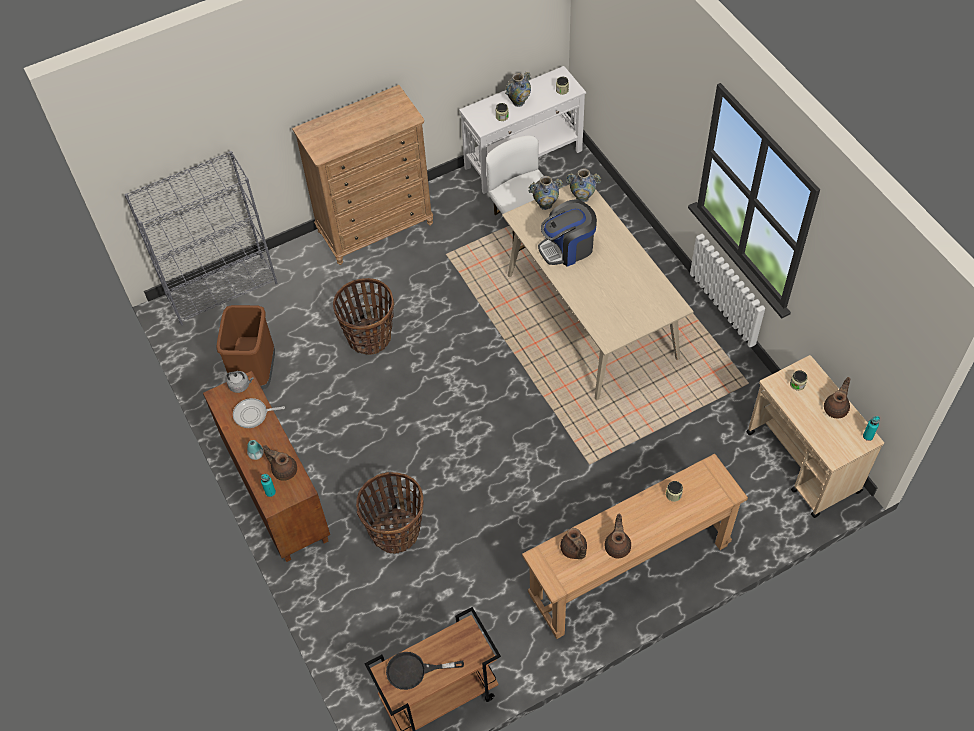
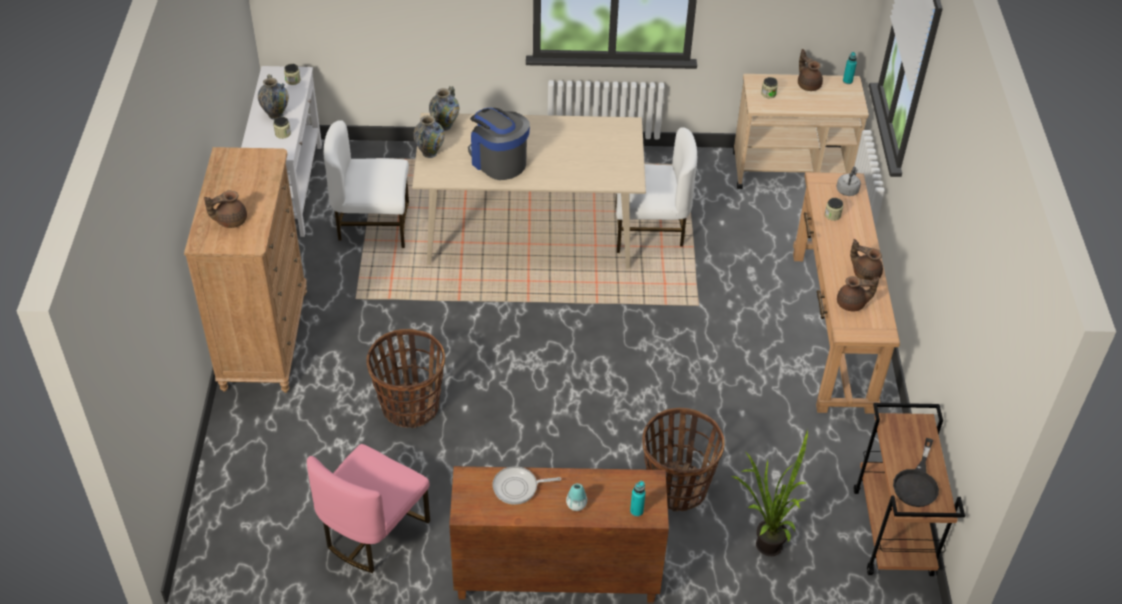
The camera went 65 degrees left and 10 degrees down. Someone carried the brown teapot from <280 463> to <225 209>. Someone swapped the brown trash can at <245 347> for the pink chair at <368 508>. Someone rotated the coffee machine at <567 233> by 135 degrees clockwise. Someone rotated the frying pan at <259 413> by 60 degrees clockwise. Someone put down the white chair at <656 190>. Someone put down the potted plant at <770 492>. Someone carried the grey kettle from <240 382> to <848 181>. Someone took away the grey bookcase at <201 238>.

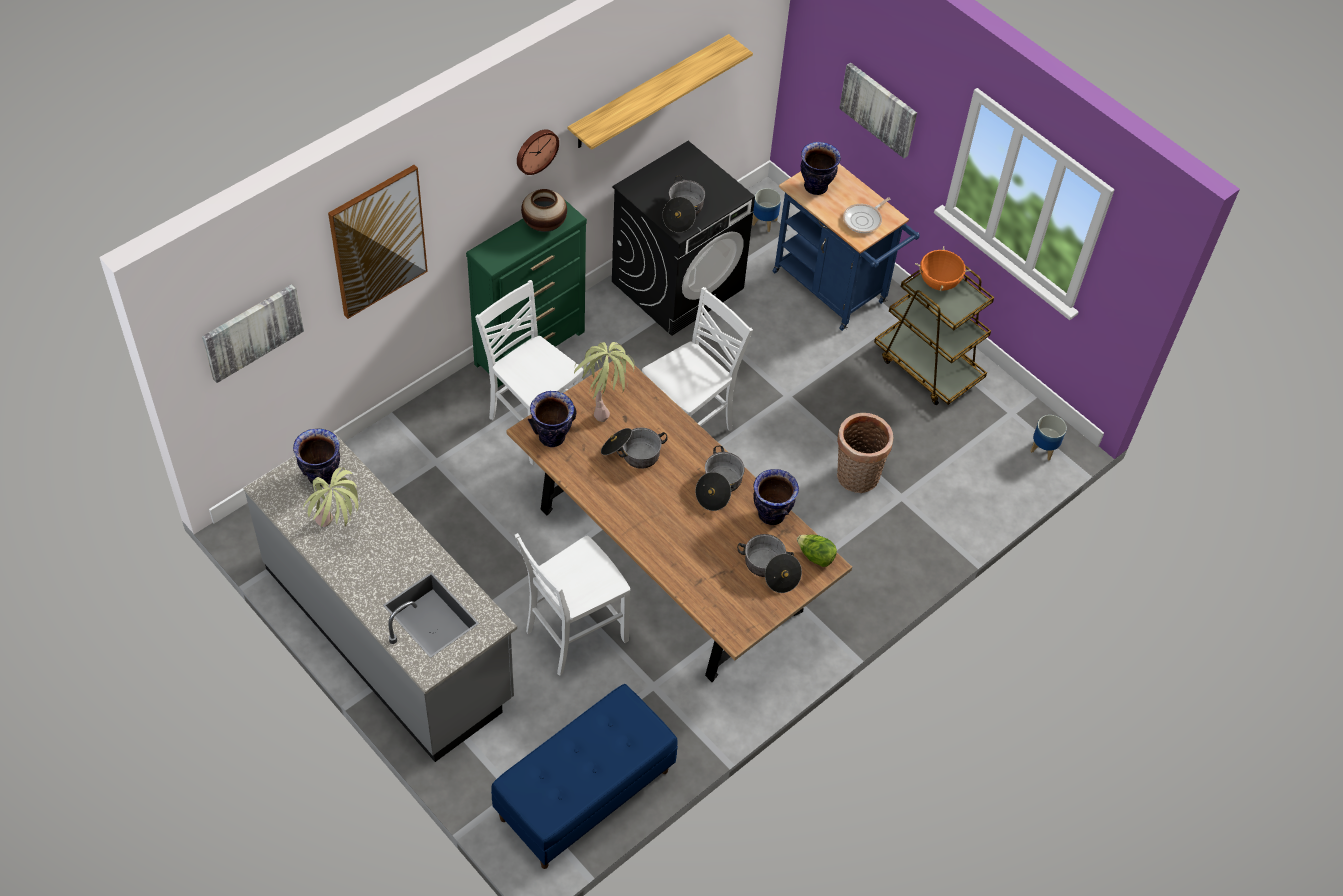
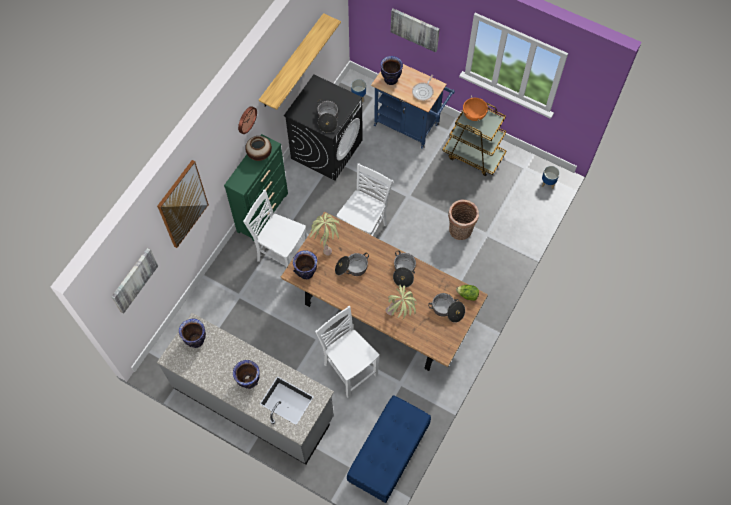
The camera went 15 degrees left and 10 degrees up. Someone carried the vase from <776 497> to <246 374>. Someone rotated the white chair at <572 604> by 105 degrees clockwise. Someone carried the potted plant from <332 497> to <401 302>.

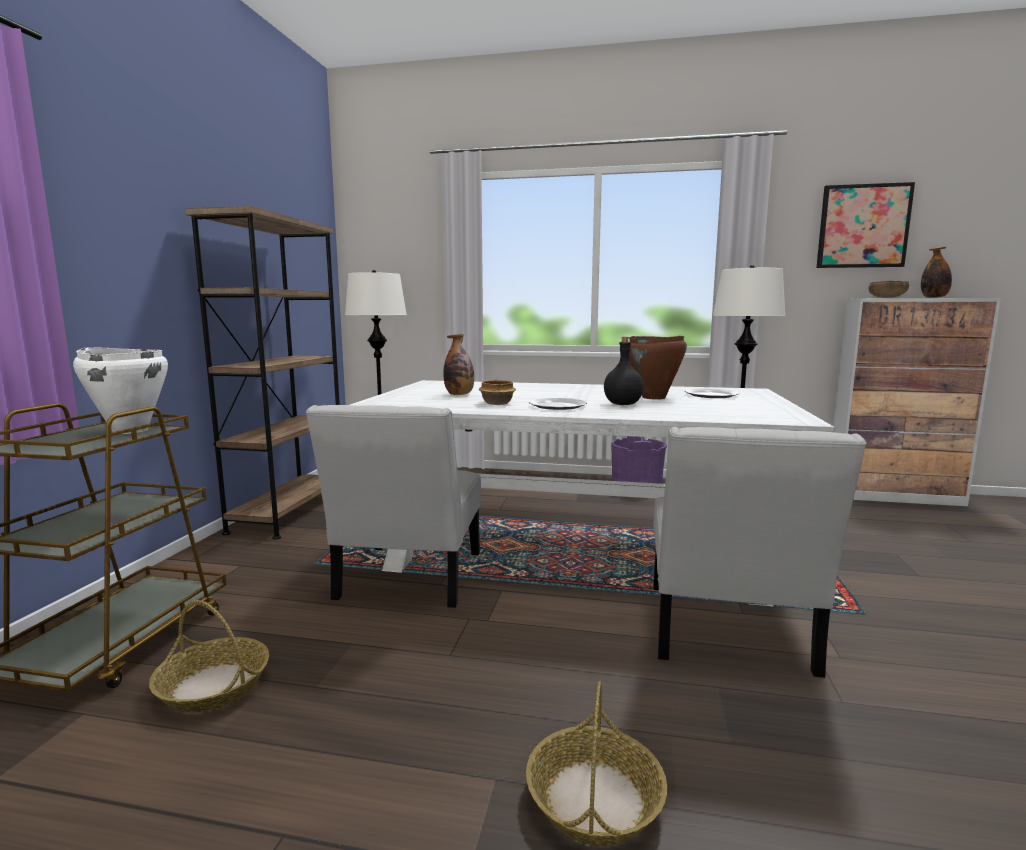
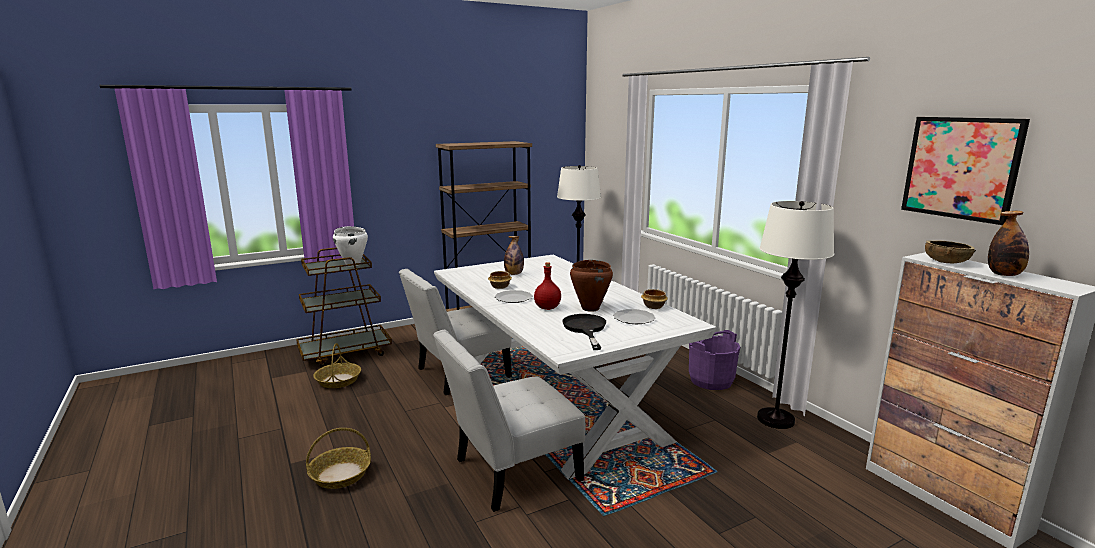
The camera went 50 degrees right and 5 degrees up. Someone repainted the black bottle at <624 371>, which became the red bottle at <547 286>. Someone put down the black frying pan at <584 332>. Someone put down the bowl at <654 299>.

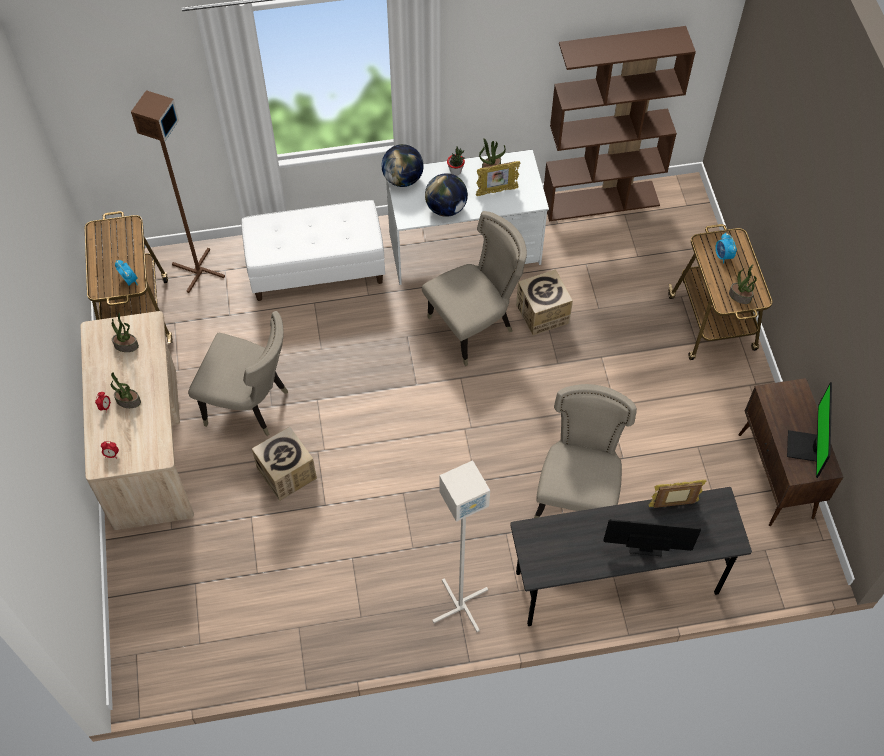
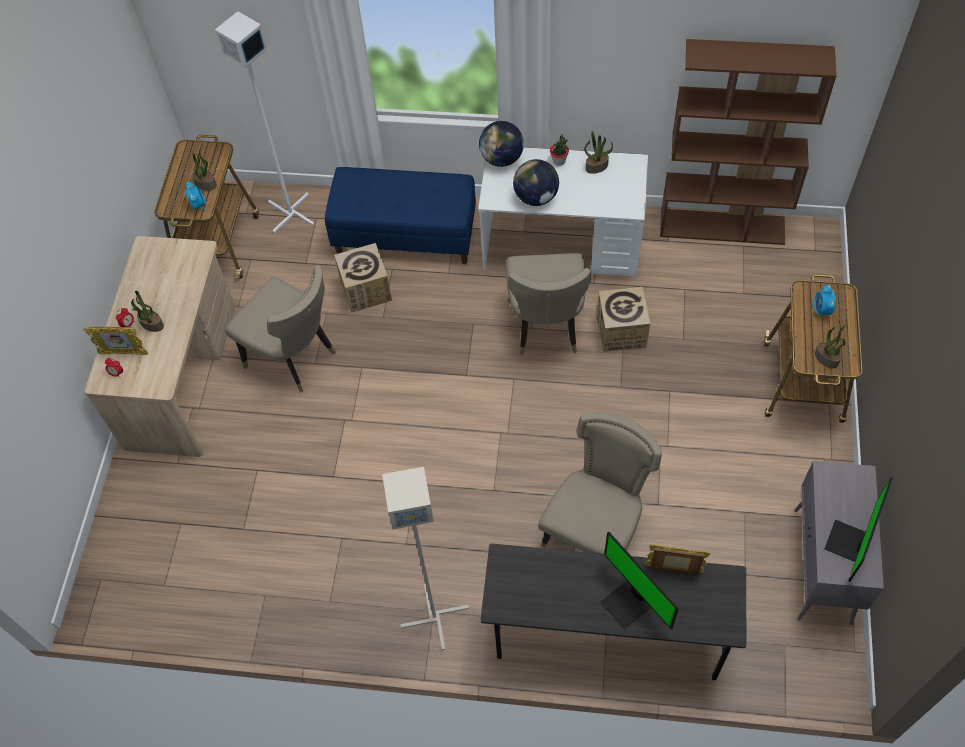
The camera went 20 degrees right and 0 degrees up. Someone carried the picture frame from <498 178> to <116 341>. Someone carried the potted plant from <125 332> to <204 169>. Someone repainted the brown floor lamp at <178 191>, which became the white floor lamp at <264 122>. Someone repainted the white bench at <313 250>, which became the blue bench at <400 215>. Someone carried the cardboard box from <284 463> to <363 278>. Someone rotated the beige chair at <474 288> by 105 degrees clockwise. Someone rotated the monitor at <652 537> by 150 degrees counterclockwise. Someone repainted the brown cabinet at <790 452>, which became the grey cabinet at <839 543>.

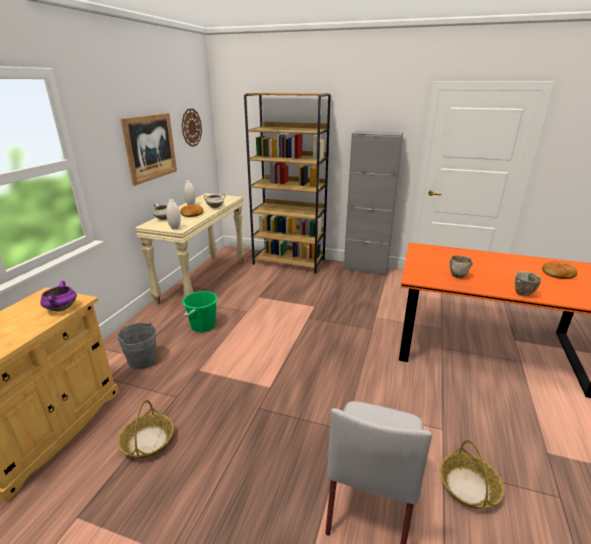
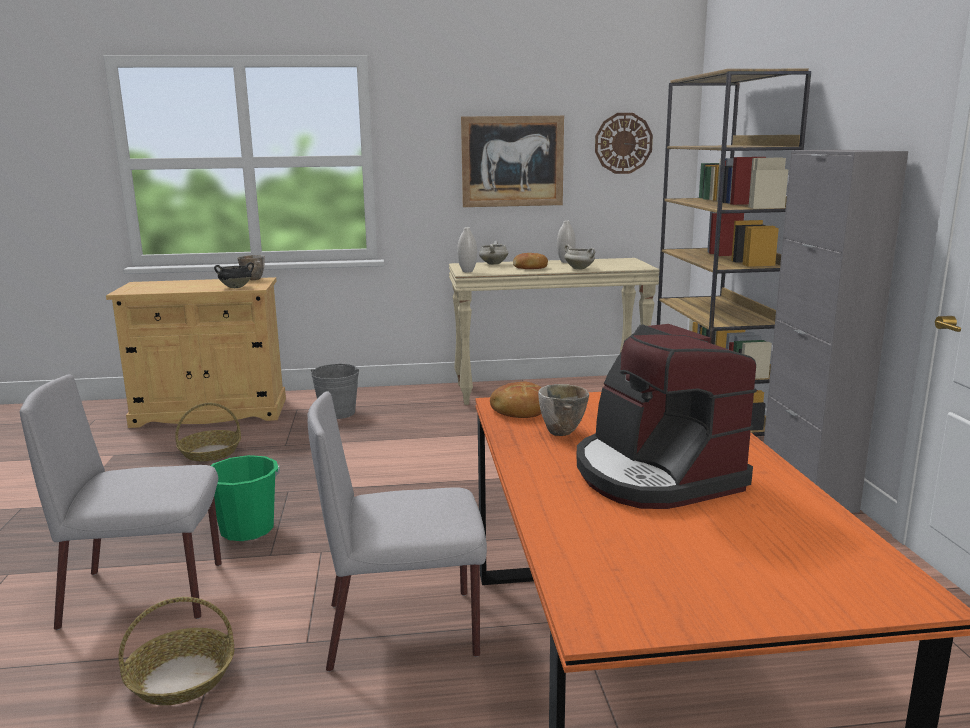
The camera went 65 degrees right and 10 degrees down. Someone carried the green bucket from <200 311> to <245 498>. Someone repainted the purple cooking pot at <58 296>, which became the black cooking pot at <234 275>. Someone carried the bowl from <528 283> to <251 267>. Someone put down the grey chair at <397 531>. Someone carried the bread from <559 270> to <515 399>. Someone put down the coffee machine at <667 416>.

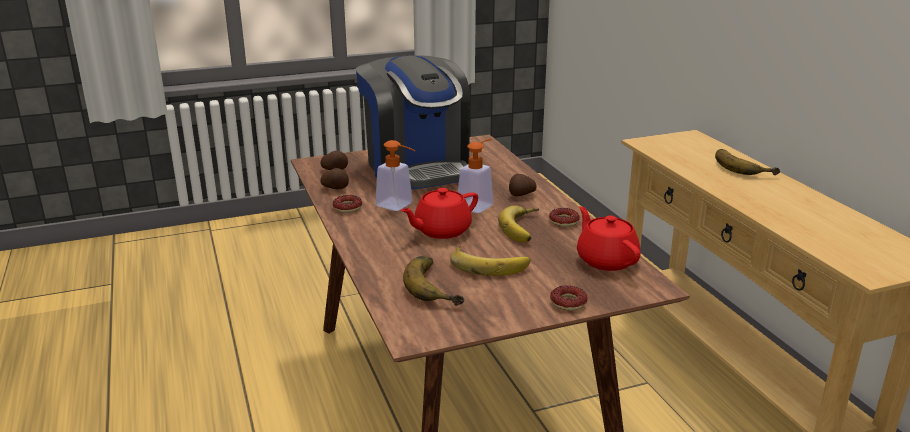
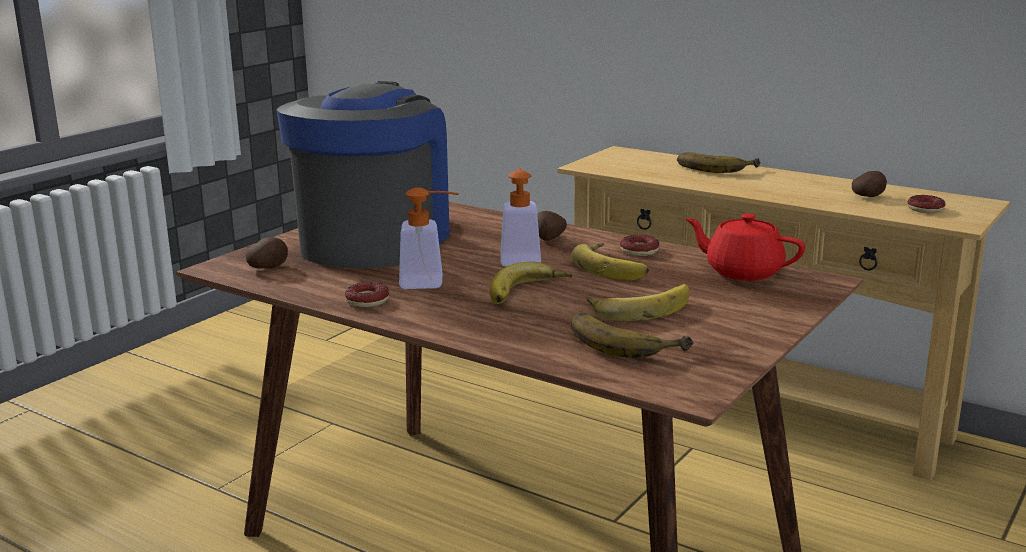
The camera went 35 degrees left and 5 degrees down. Someone rotated the coffee machine at <413 122> by 105 degrees counterclockwise. Someone swapped the red teapot at <439 213> for the banana at <530 283>. Someone carried the potato from <334 178> to <869 184>. Someone carried the donut from <569 298> to <926 204>.

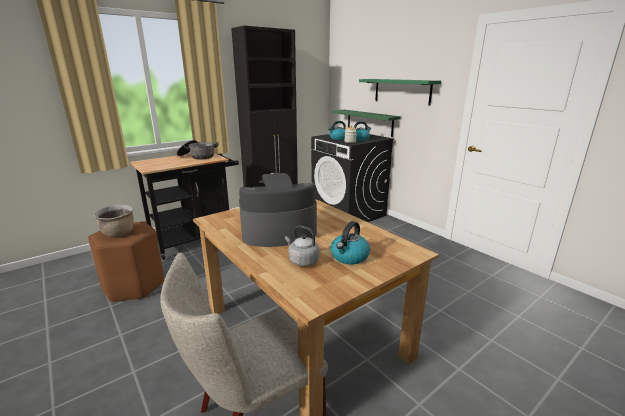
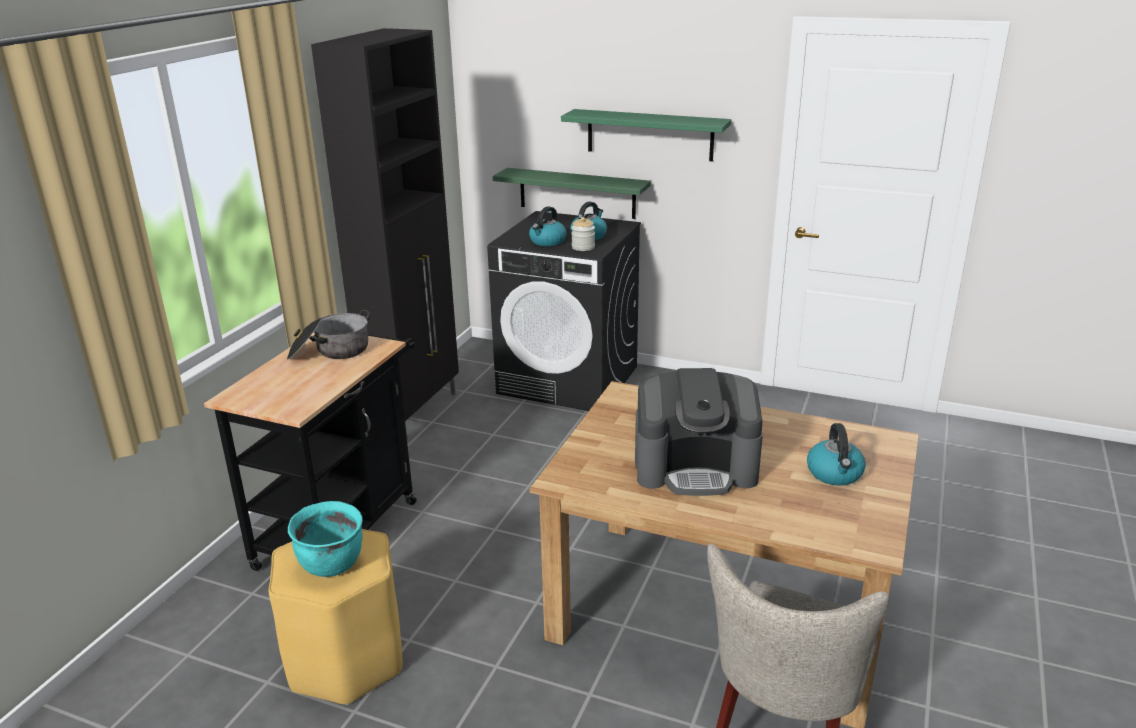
The camera went 30 degrees left and 5 degrees up. Someone repainted the brown stool at <126 262>, which became the yellow stool at <335 617>. Someone repainted the brown cooking pot at <114 221>, which became the turquoise cooking pot at <325 539>. Someone rotated the coffee machine at <278 209> by 135 degrees counterclockwise. Someone took away the grey kettle at <302 246>.

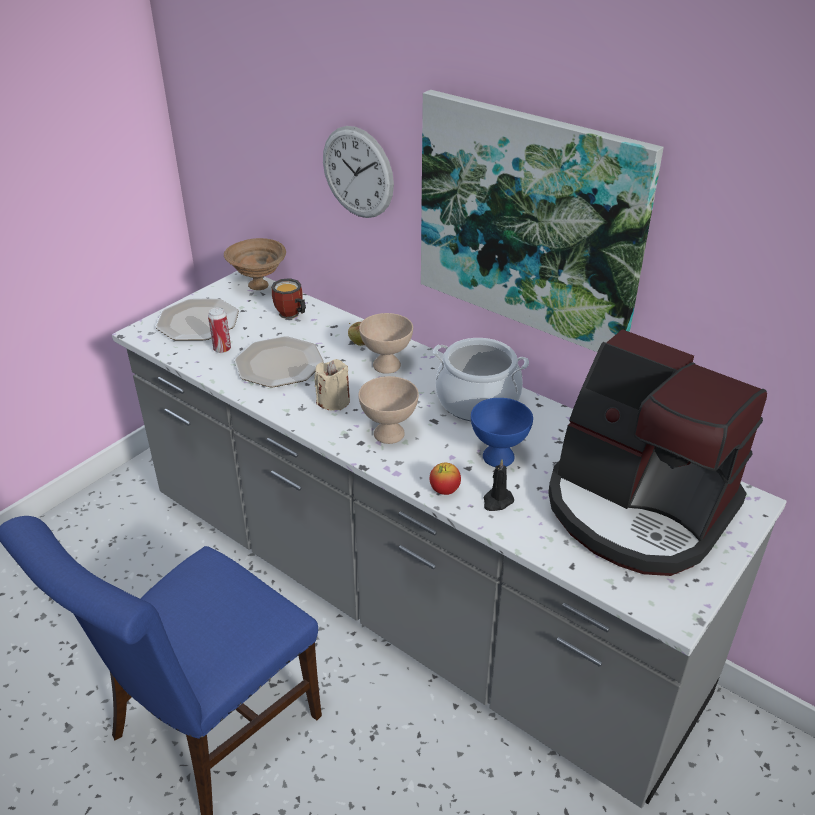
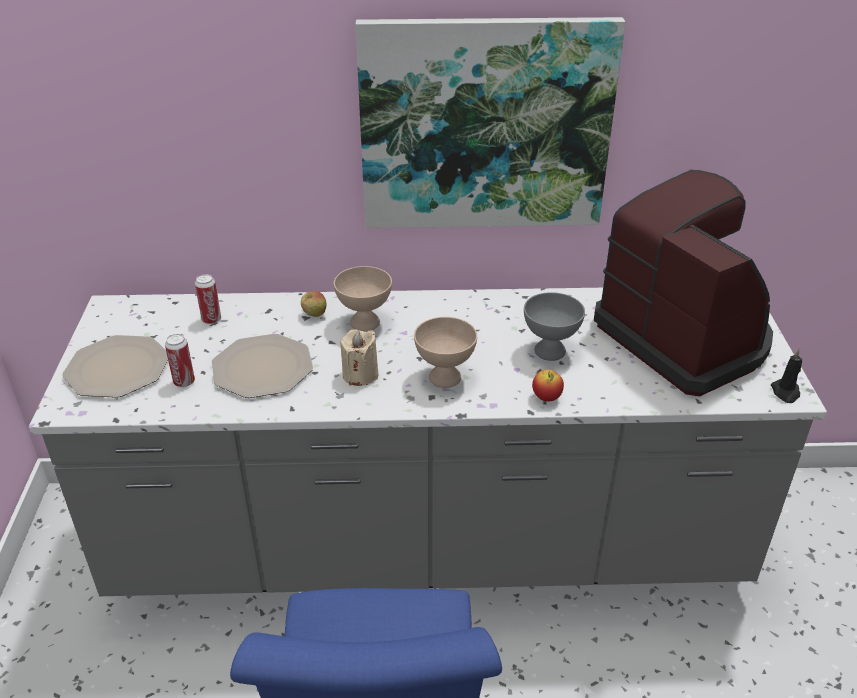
The camera went 40 degrees left and 0 degrees up. Someone swapped the mug at <288 298> for the can at <208 299>. Someone repainted the blue bowl at <502 432>, which became the grey bowl at <554 326>. Someone rotated the coffee machine at <657 452> by 120 degrees counterclockwise. Someone carried the black candle from <498 485> to <786 376>. Someone took away the brown bowl at <255 264>. Someone took away the wall clock at <358 172>. Someone took away the cooking pot at <481 379>.

